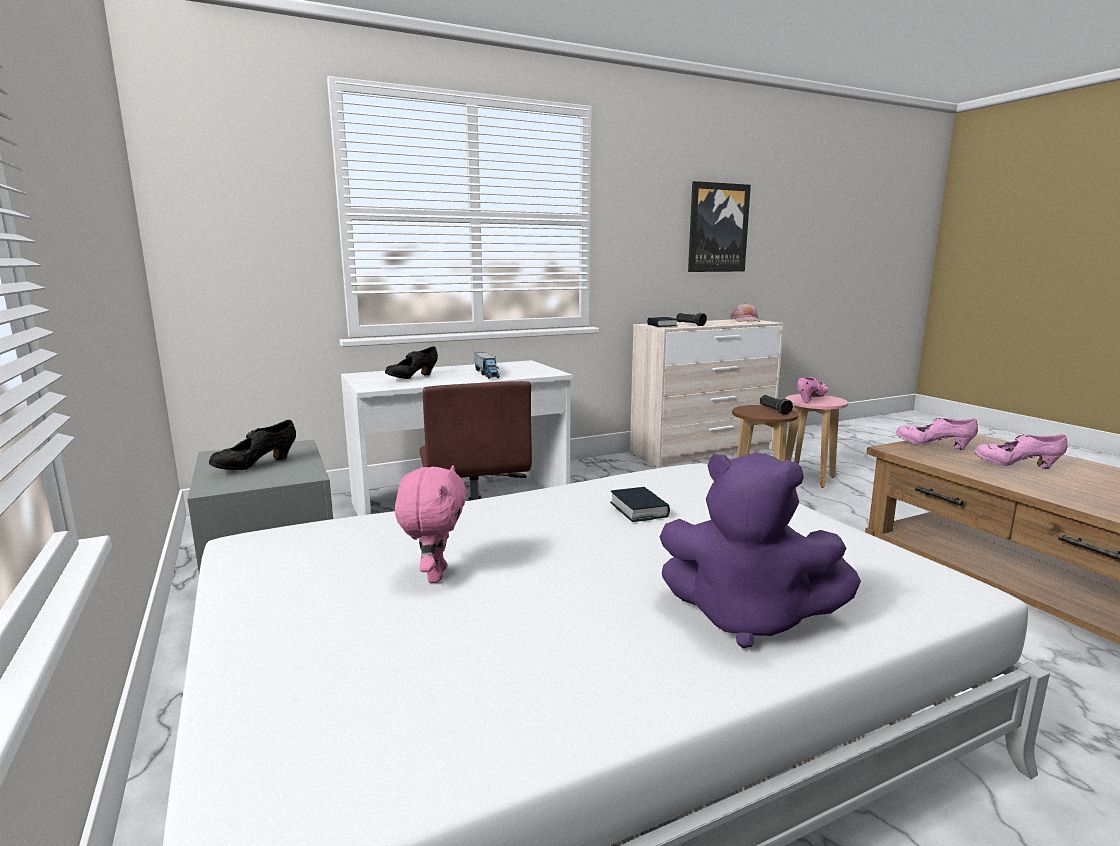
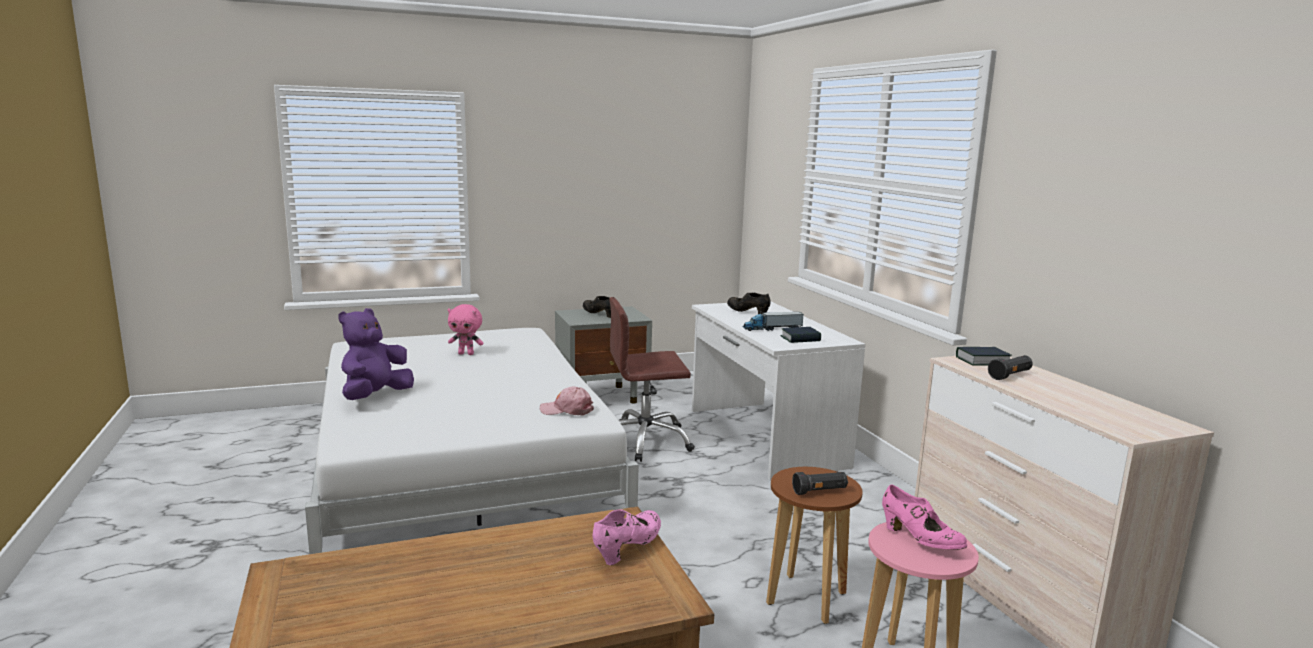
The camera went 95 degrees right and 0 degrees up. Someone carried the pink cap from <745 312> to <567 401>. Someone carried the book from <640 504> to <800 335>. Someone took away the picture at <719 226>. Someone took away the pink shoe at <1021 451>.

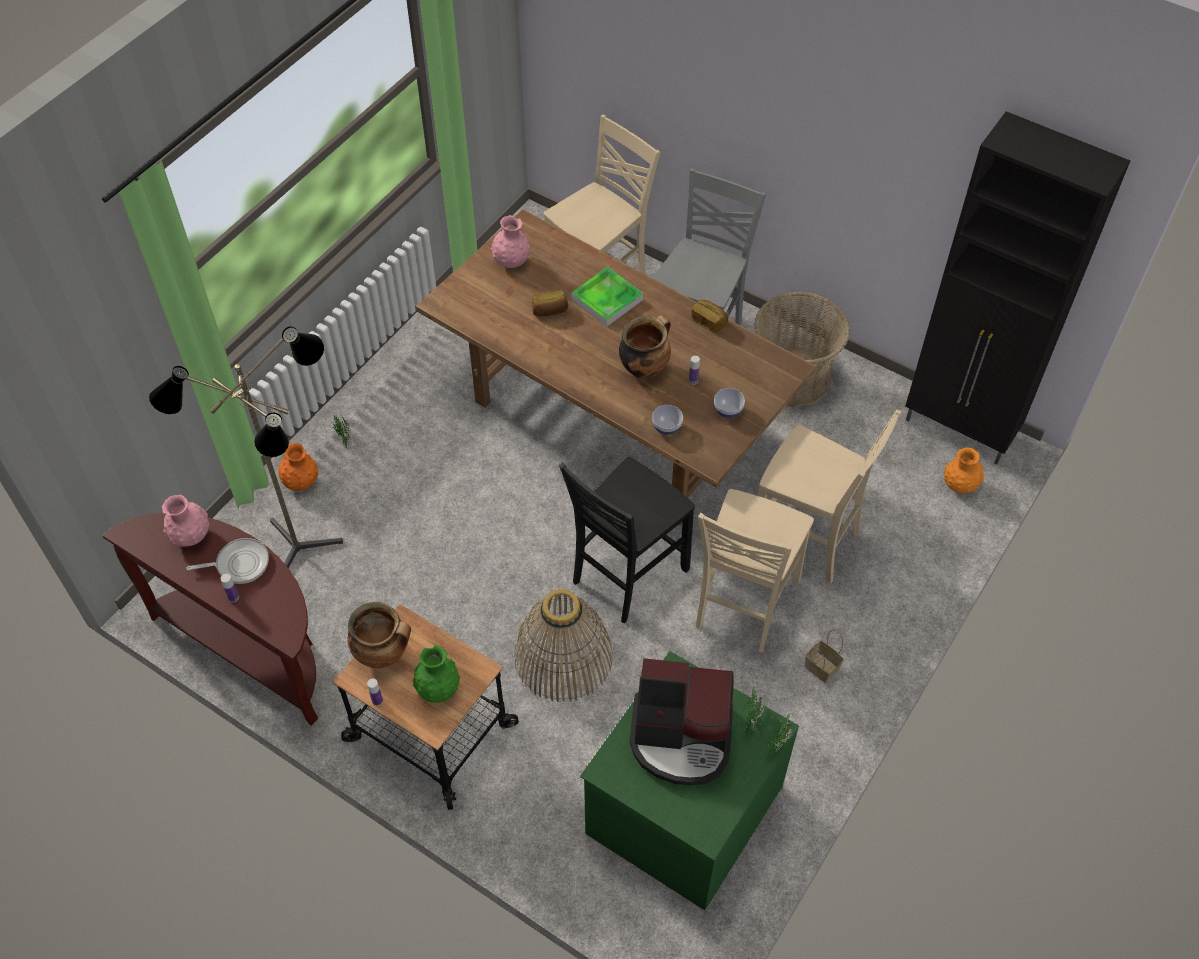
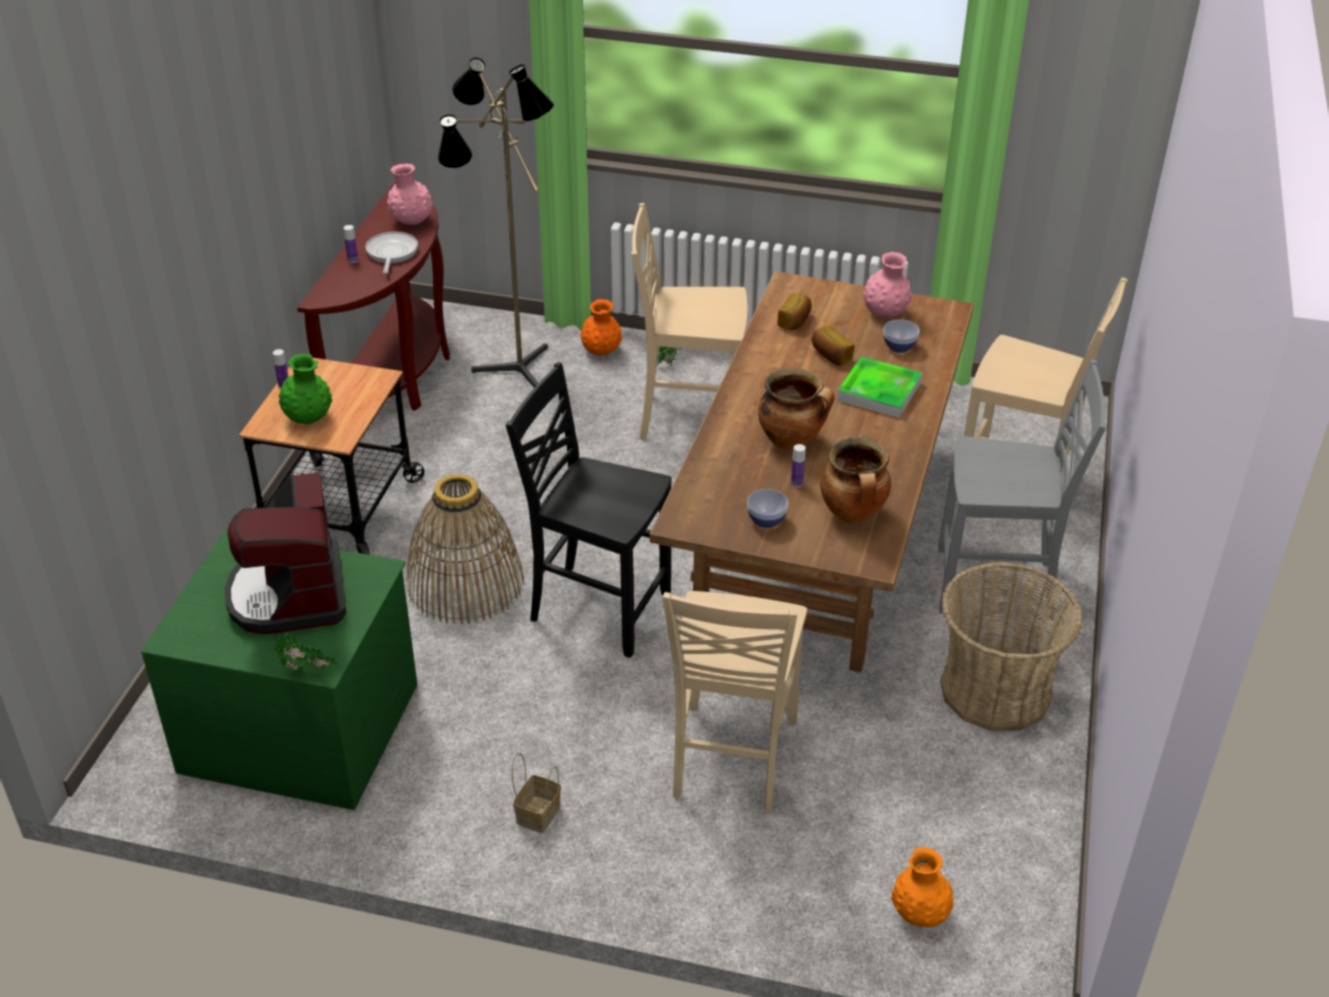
The camera went 70 degrees right and 15 degrees down. Someone rotated the frying pan at <227 561> by 150 degrees counterclockwise. Someone carried the beige chair from <755 570> to <689 321>. Someone carried the bread from <710 316> to <794 311>. Someone carried the cooking pot from <379 635> to <855 480>. Someone carried the bowl from <667 420> to <901 336>. Someone took away the potted plant at <753 710>. Someone took away the black cabinet at <1017 287>.

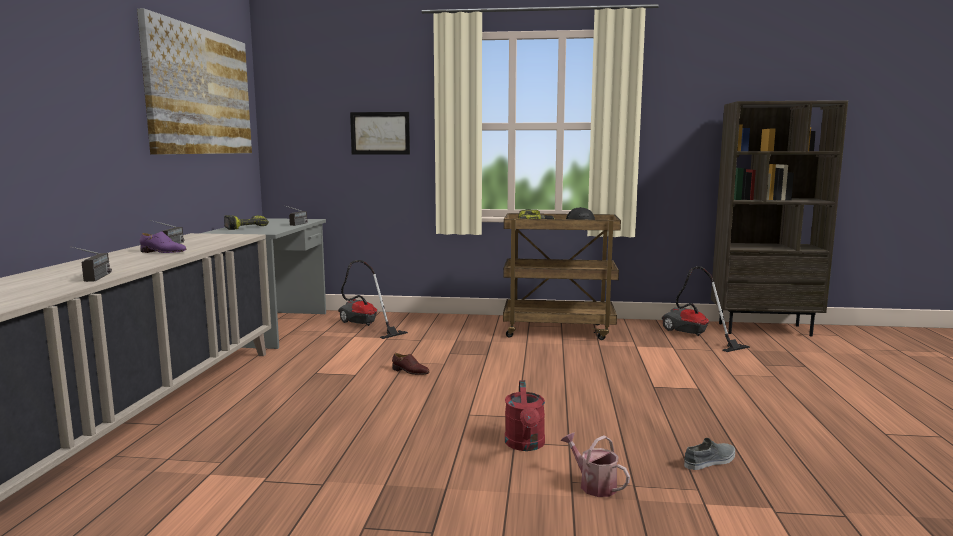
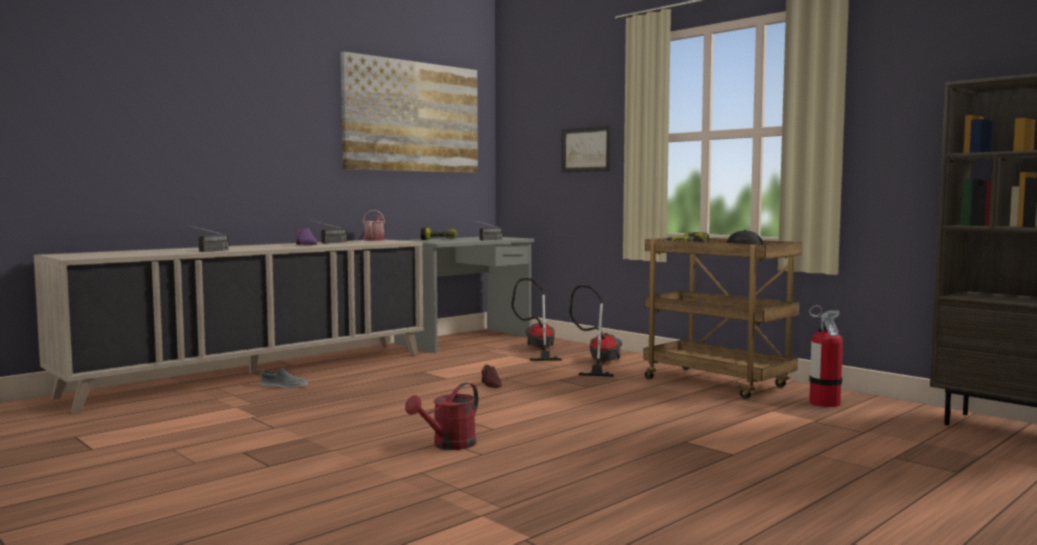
The camera went 40 degrees right and 5 degrees down. Someone carried the grey shoe from <709 454> to <284 378>. Someone carried the watering can from <595 465> to <374 225>. Someone carried the vacuum cleaner from <706 309> to <595 331>. Someone put down the fire extinguisher at <826 356>.

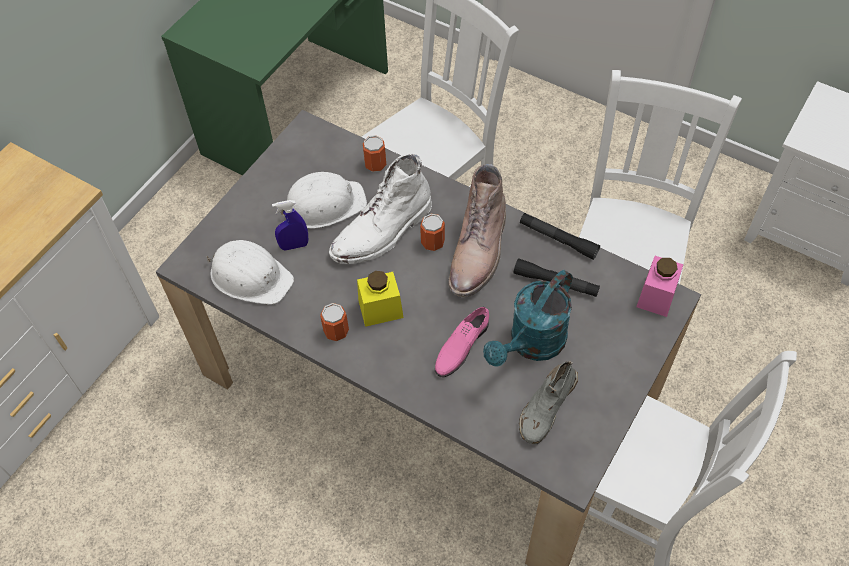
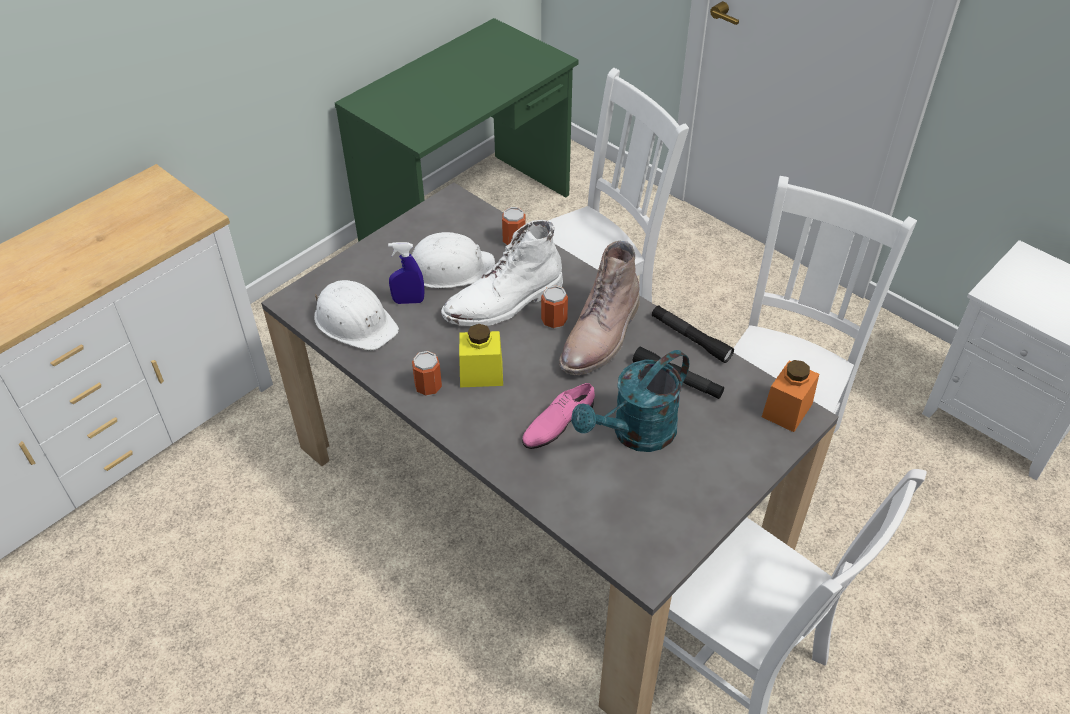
The camera went 10 degrees right and 10 degrees down. Someone repainted the pink jar at <659 286>, which became the orange jar at <790 396>. Someone took away the grey shoe at <548 402>.

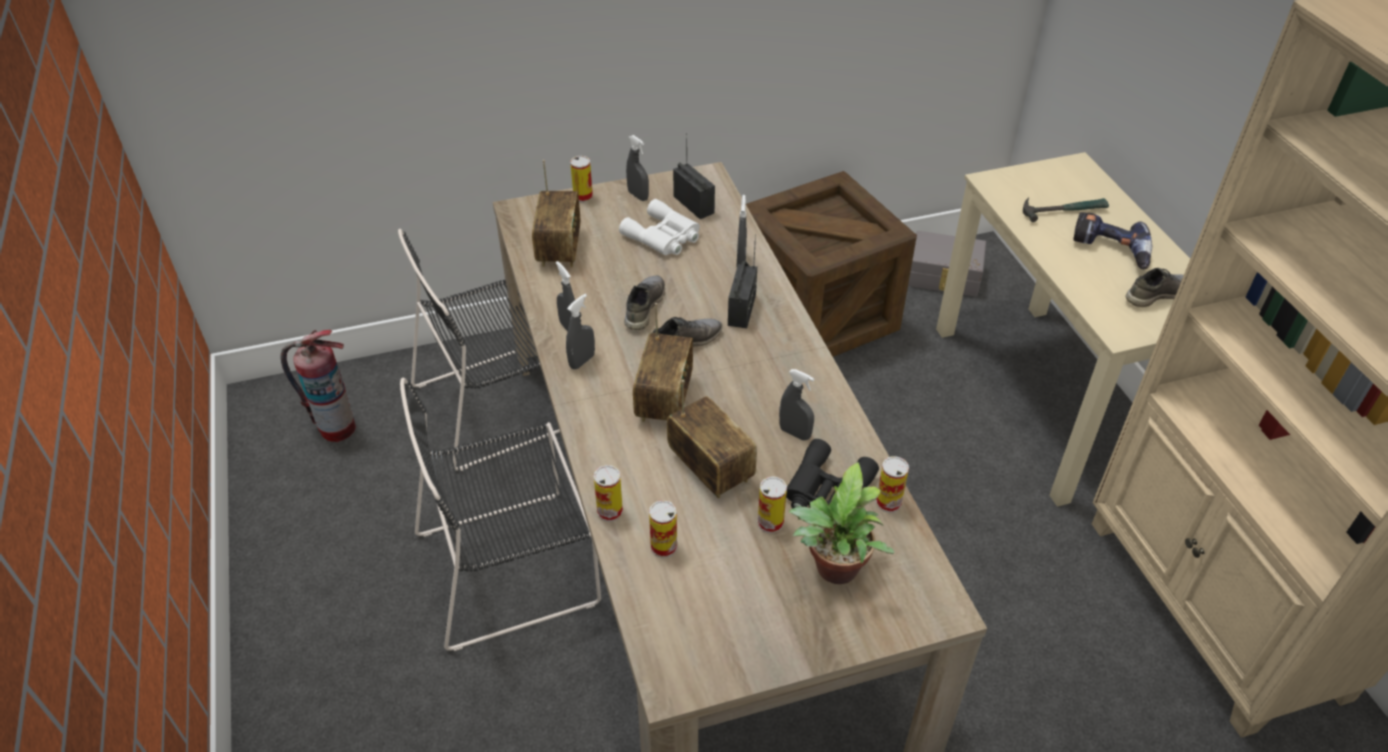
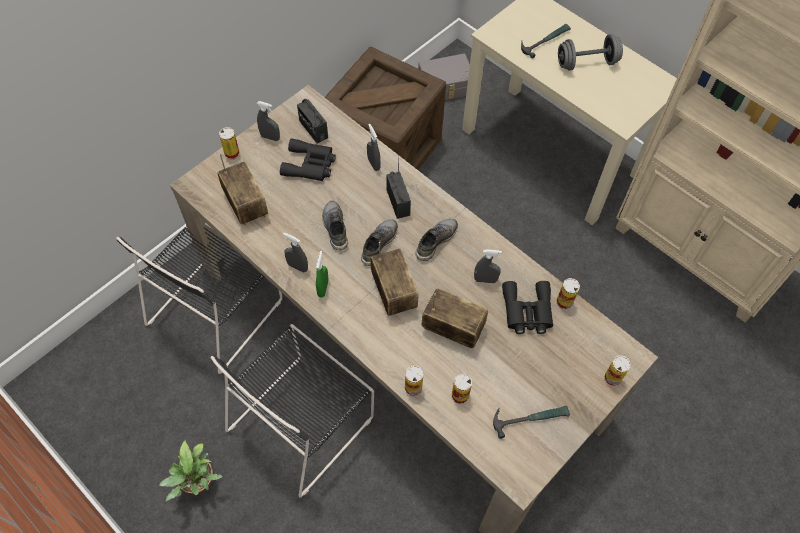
The camera went 30 degrees left and 15 degrees up. Someone carried the potted plant from <842 523> to <190 470>. Someone repainted the white binoculars at <659 227>, which became the black binoculars at <308 159>. Someone rotated the radio at <694 176> by 150 degrees counterclockwise. Someone repainted the grey spray bottle at <580 331>, which became the green spray bottle at <322 274>. Someone carried the grey shoe from <1155 287> to <436 240>. Someone put down the hammer at <531 422>. Someone swapped the power drill at <1112 240> for the grey dumbbell at <590 52>. Someone carried the can from <772 505> to <617 371>. Someone took away the fire extinguisher at <318 386>.

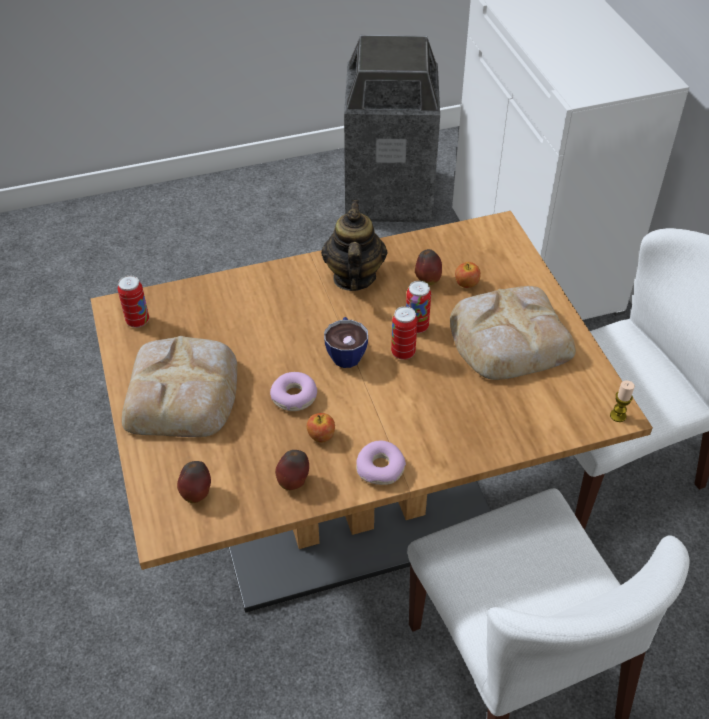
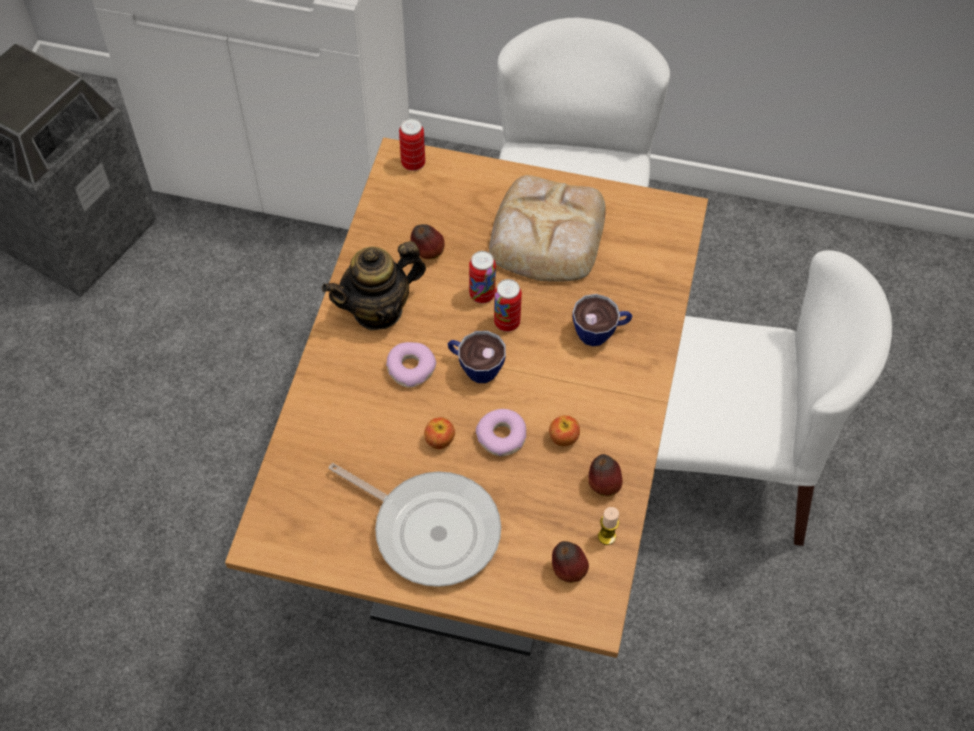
The camera went 60 degrees left and 10 degrees up. Someone rotated the teapot at <354 245> by 60 degrees counterclockwise. Someone swapped the bread at <179 386> for the frying pan at <414 525>. Someone carried the donut from <381 463> to <411 364>. Someone carried the can from <133 301> to <412 144>. Someone carried the apple from <468 275> to <439 433>. Someone put down the cup at <602 320>. Someone carried the candle from <622 401> to <608 526>.

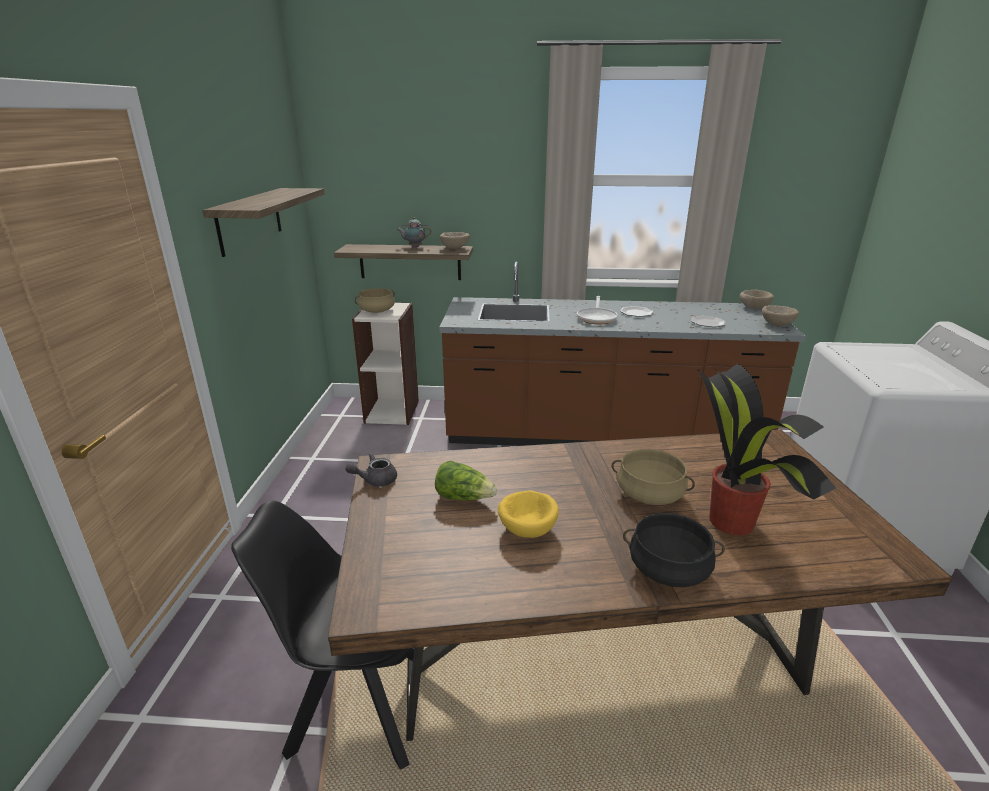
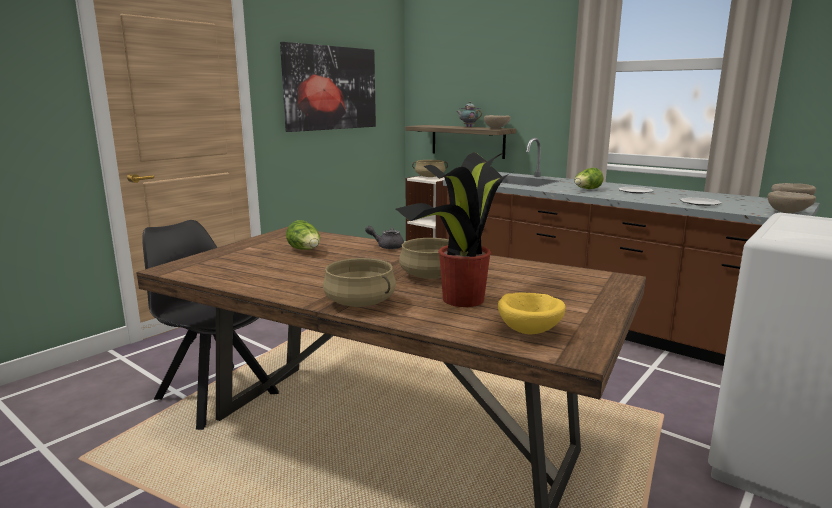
The camera went 35 degrees right and 10 degrees down. Someone swapped the shelf at <263 222> for the picture at <328 87>. Someone repainted the black cooking pot at <674 550>, which became the beige cooking pot at <359 282>. Someone carried the grey teapot from <371 470> to <384 237>. Someone carried the yellow bowl from <528 514> to <532 313>. Someone swapped the frying pan at <597 310> for the lettuce at <589 178>.

